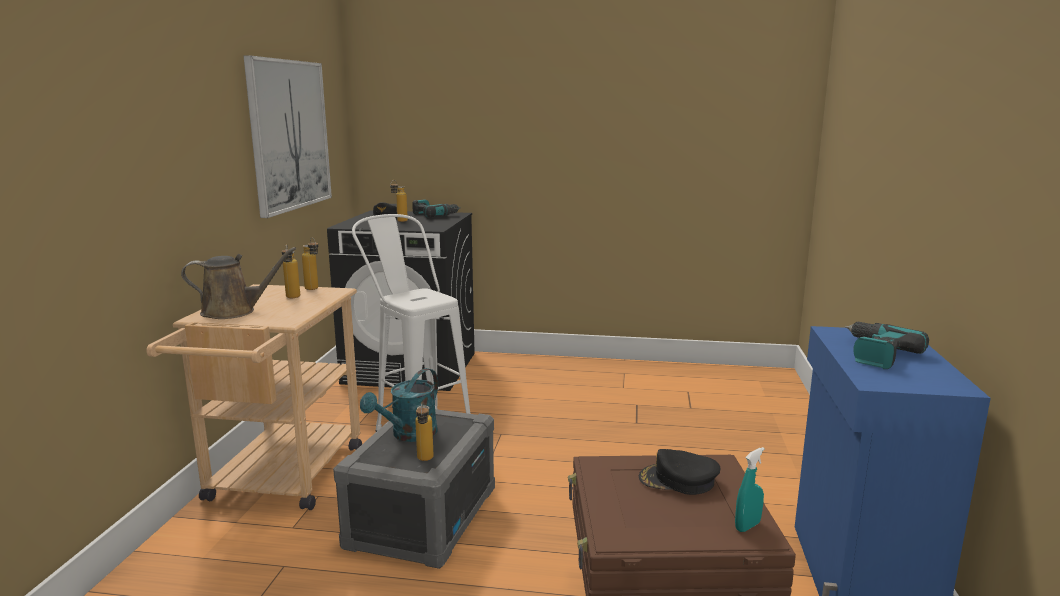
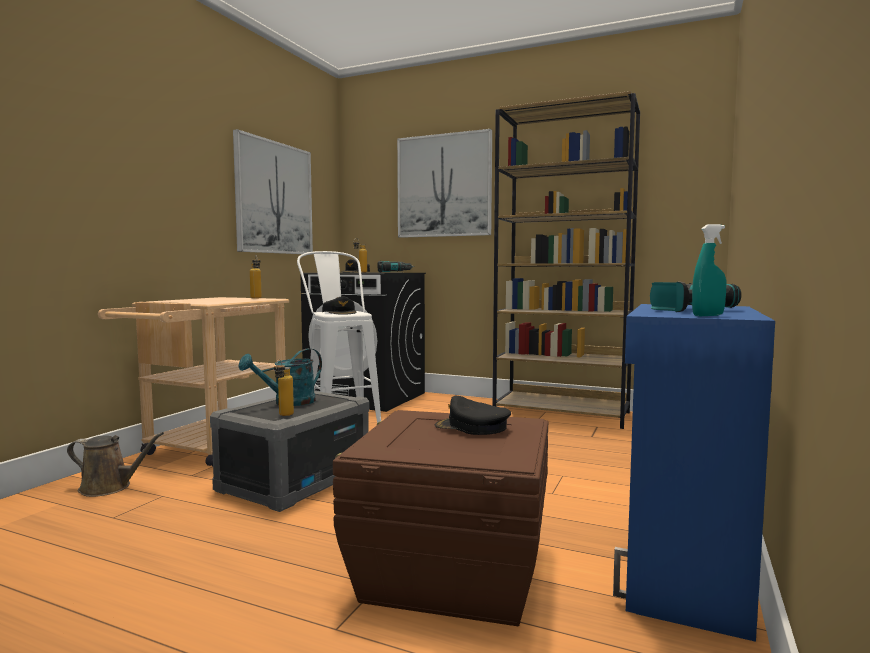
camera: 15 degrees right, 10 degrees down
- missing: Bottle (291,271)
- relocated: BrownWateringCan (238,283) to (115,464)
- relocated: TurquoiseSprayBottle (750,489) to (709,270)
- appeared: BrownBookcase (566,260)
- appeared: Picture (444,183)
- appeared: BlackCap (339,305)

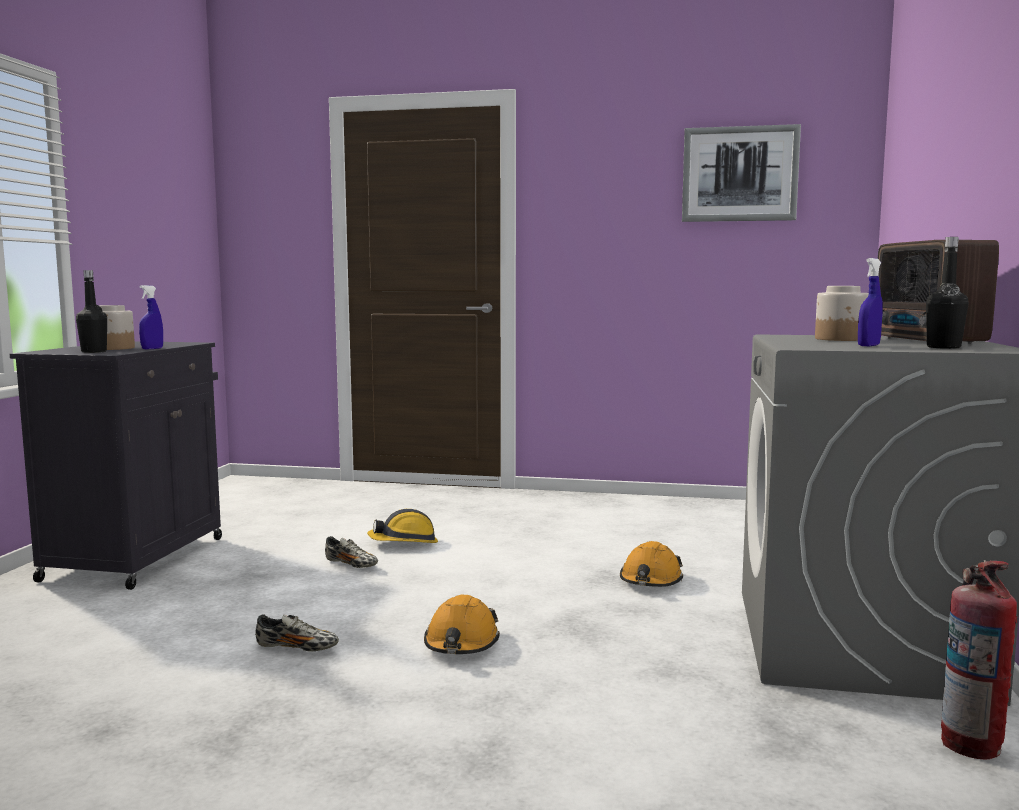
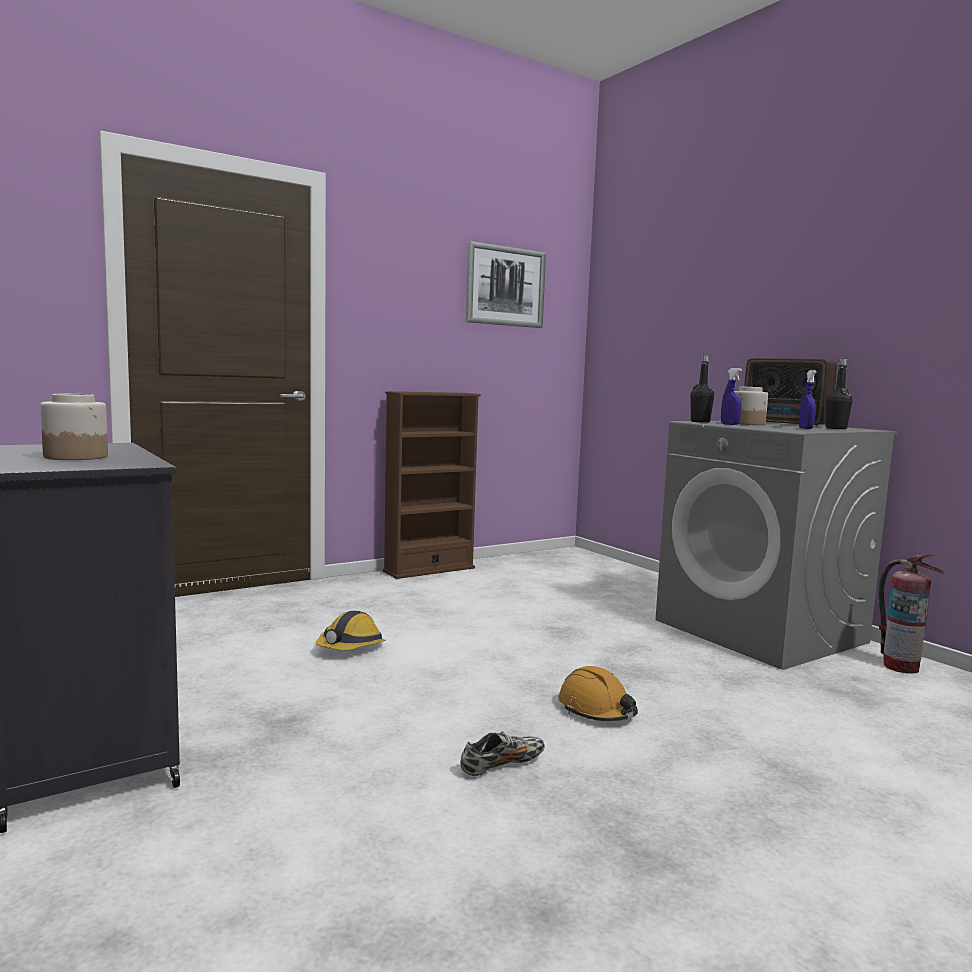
camera: 45 degrees left, 0 degrees up
- relocated: BlackBottle (91,311) to (702,389)
- relocated: BlueSprayBottle (151,317) to (731,396)
- missing: Shoe (351,552)
- missing: OrangeHardHat (651,564)
- appeared: BrownBookcase (432,485)

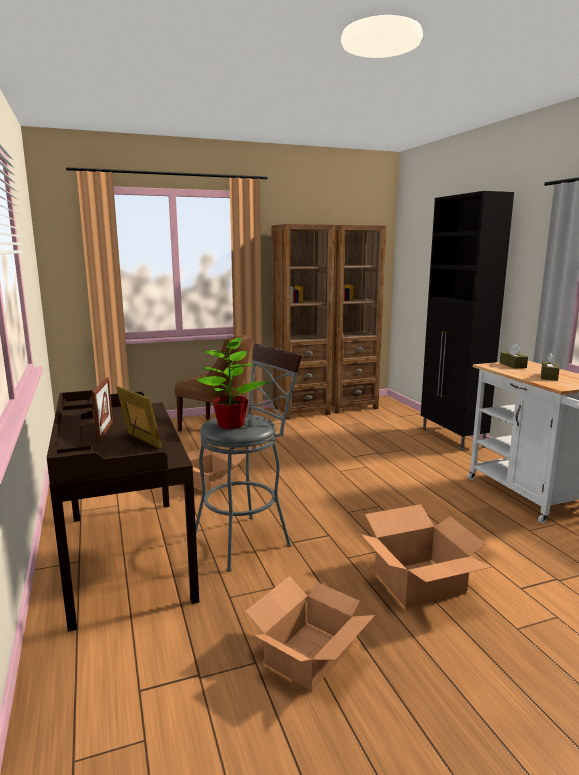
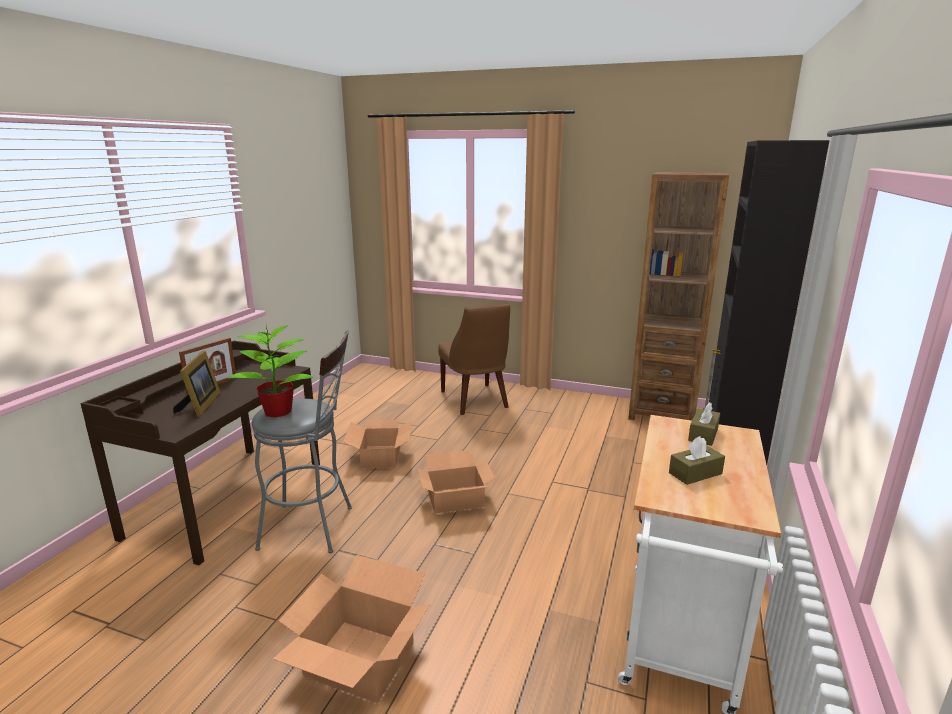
camera: 40 degrees right, 5 degrees up
- missing: BrownBookcase (303,322)
- relocated: CardboardBox (310,633) to (456,481)

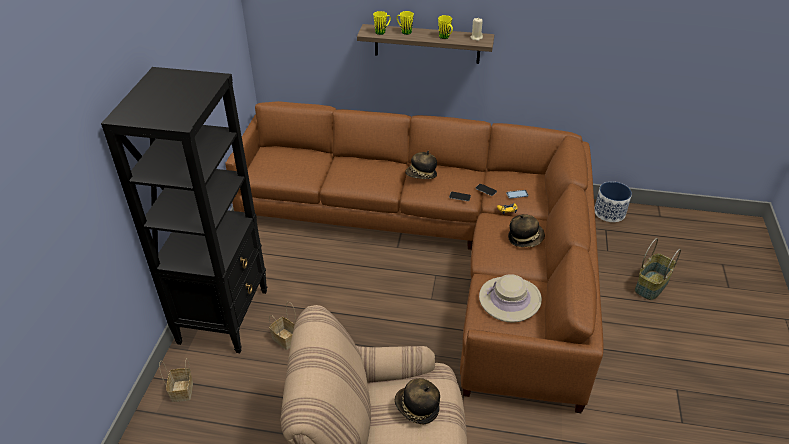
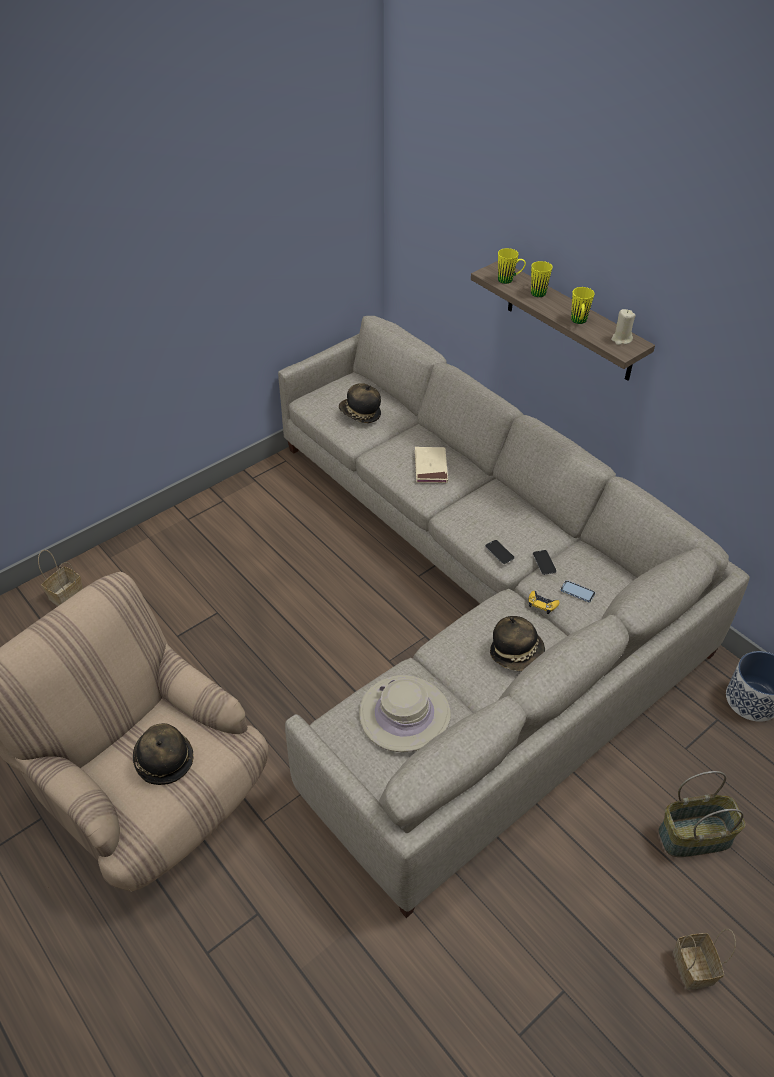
camera: 40 degrees right, 5 degrees up
- missing: BlackBookcase (184,210)
- colour: BrownSofa (414,257) to GreySofa (514,617)
- relocated: Hat (421,165) to (360,403)
- relocated: Basket (282,325) to (704,959)
- appeared: BeigeBook (431,465)

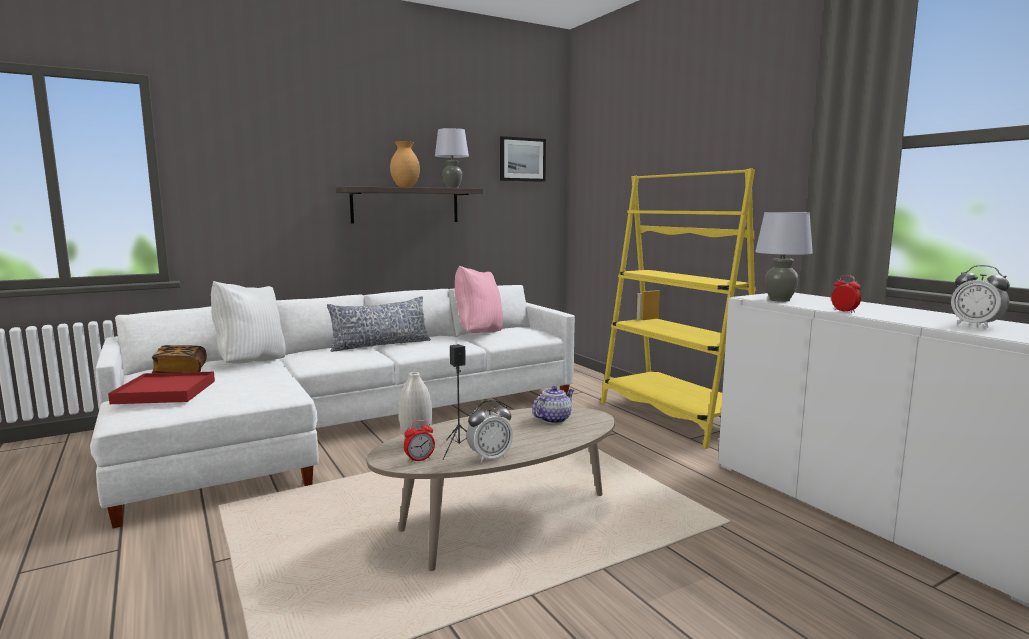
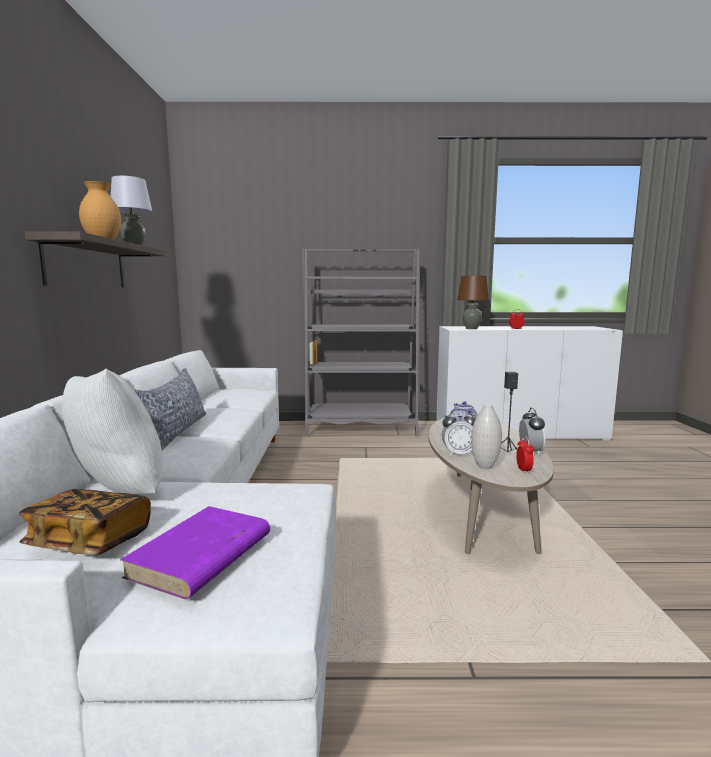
camera: 60 degrees left, 0 degrees up
- missing: Picture (523,159)
- colour: YellowBookcase (678,308) to GreyBookcase (360,342)
- colour: GreyTableLamp (784,257) to BrownTableLamp (473,302)
- relocated: AlarmClock (980,296) to (459,432)
- missing: PinkPillow (479,299)
- exchanged: RedTray (161,388) to PurpleBook (195,552)

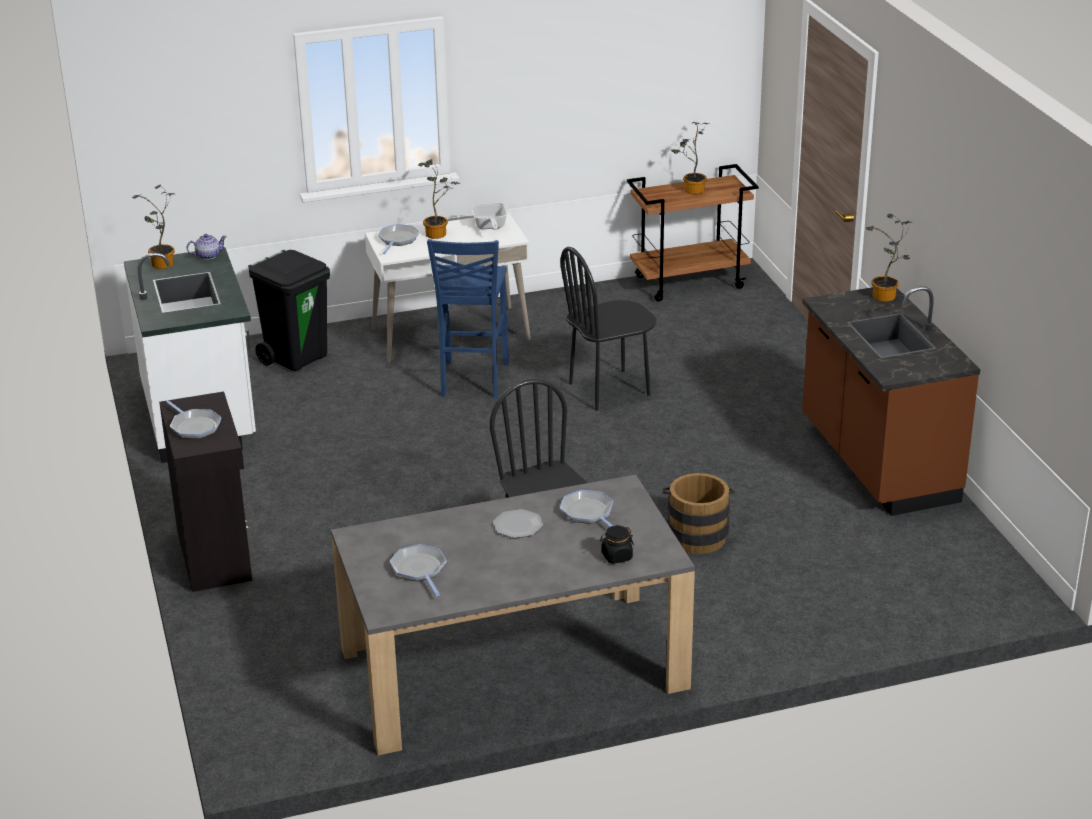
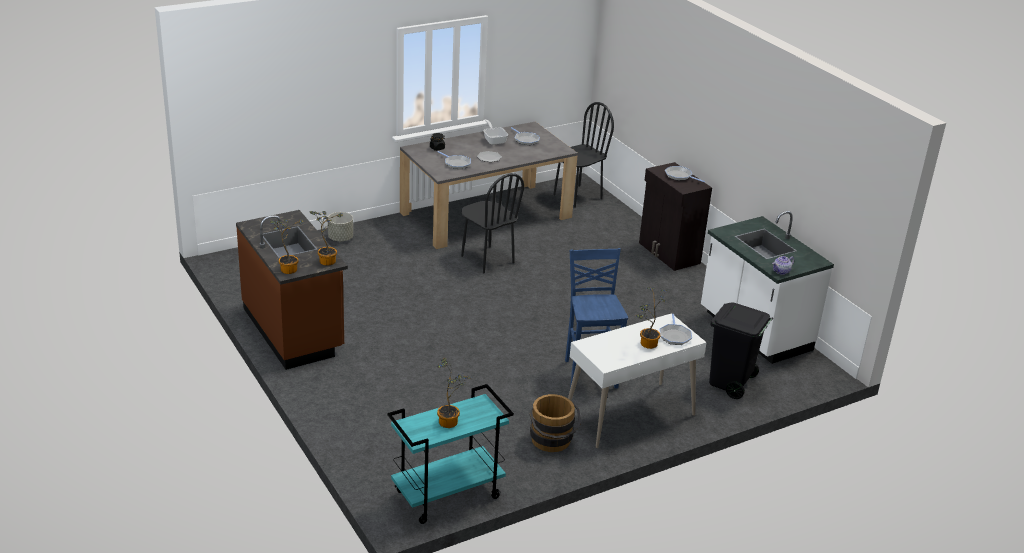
camera: 165 degrees right, 0 degrees up
- colour: BrownCart (692,233) to TurquoiseCart (450,454)
- relocated: PottedPlant (153,227) to (326,238)
- relocated: FryingPan (489,216) to (495,132)
- relocated: BlackChair (608,329) to (583,155)
- relocated: BrownBucket (699,513) to (555,423)
- appeared: GreyPlanter (340,226)

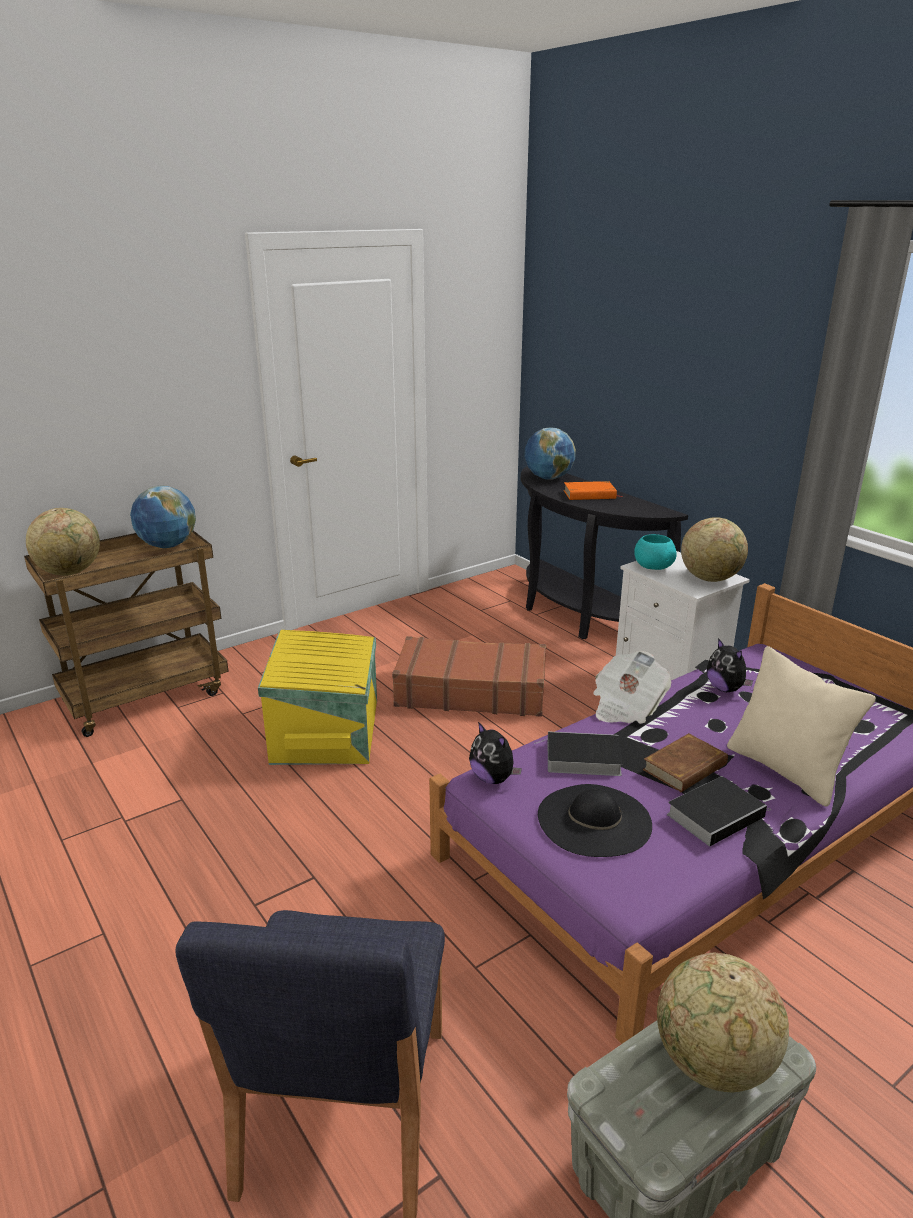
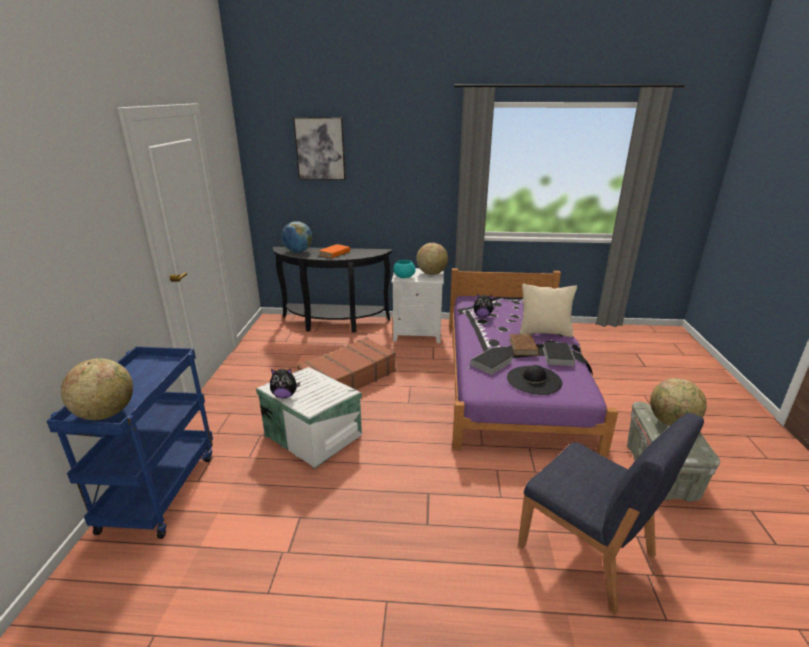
camera: 50 degrees left, 0 degrees up
- missing: Globe (163,517)
- colour: BrownCart (126,633) to BlueCart (130,443)
- colour: YellowStorageBox (317,697) to WhiteStorageBox (309,418)
- missing: Newspaper (632,687)
- relocated: PlushToy (495,753) to (285,384)
- appeared: Picture (319,148)

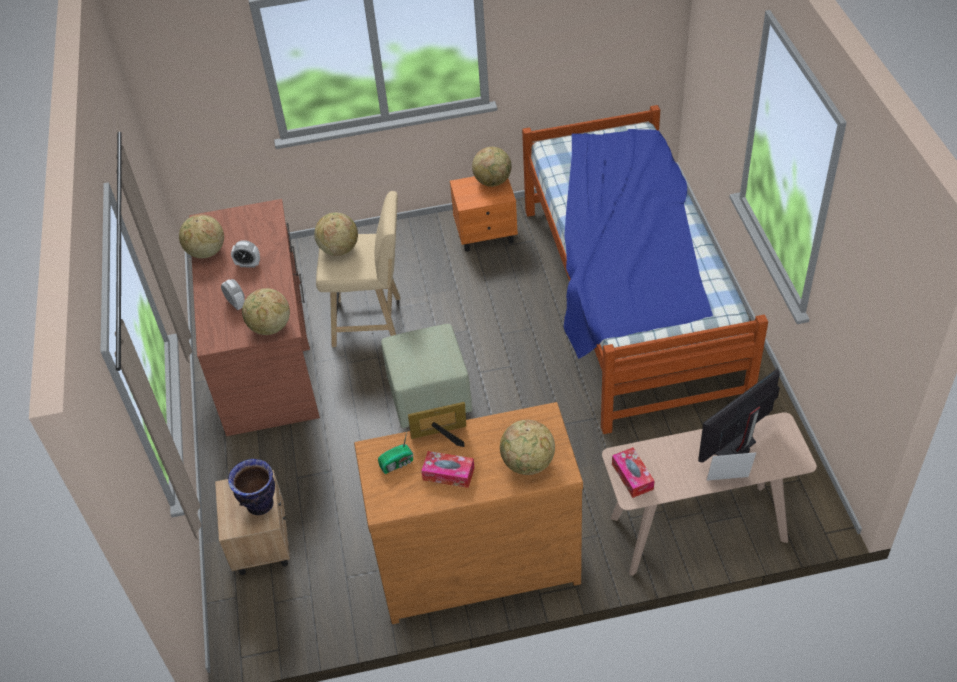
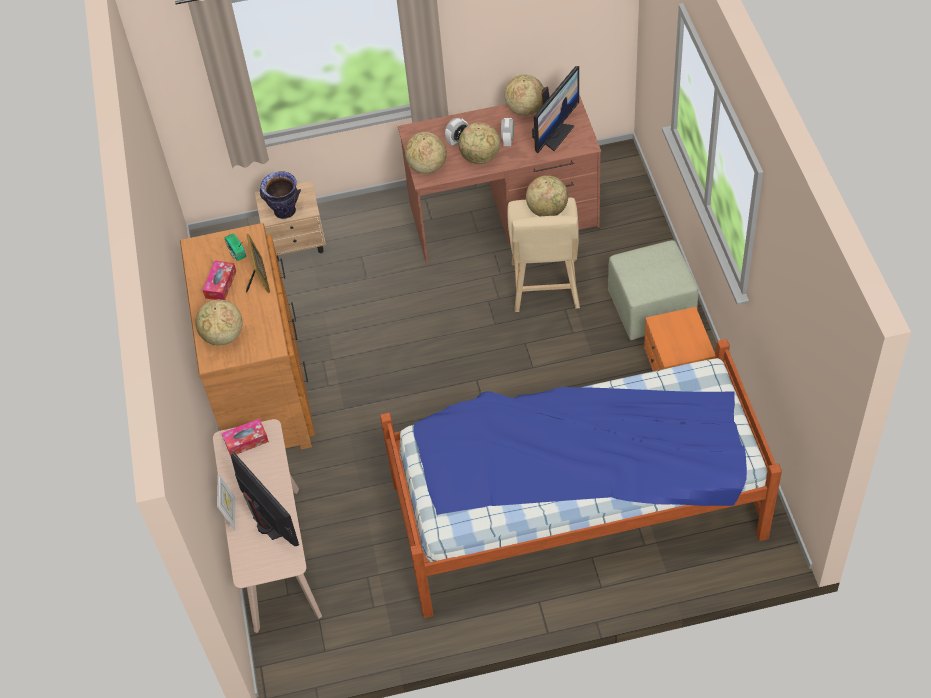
camera: 90 degrees right, 5 degrees up
- relocated: Globe (492,167) to (479,143)
- relocated: GreenOttoman (426,376) to (653,290)
- appeared: Monitor (555,109)

